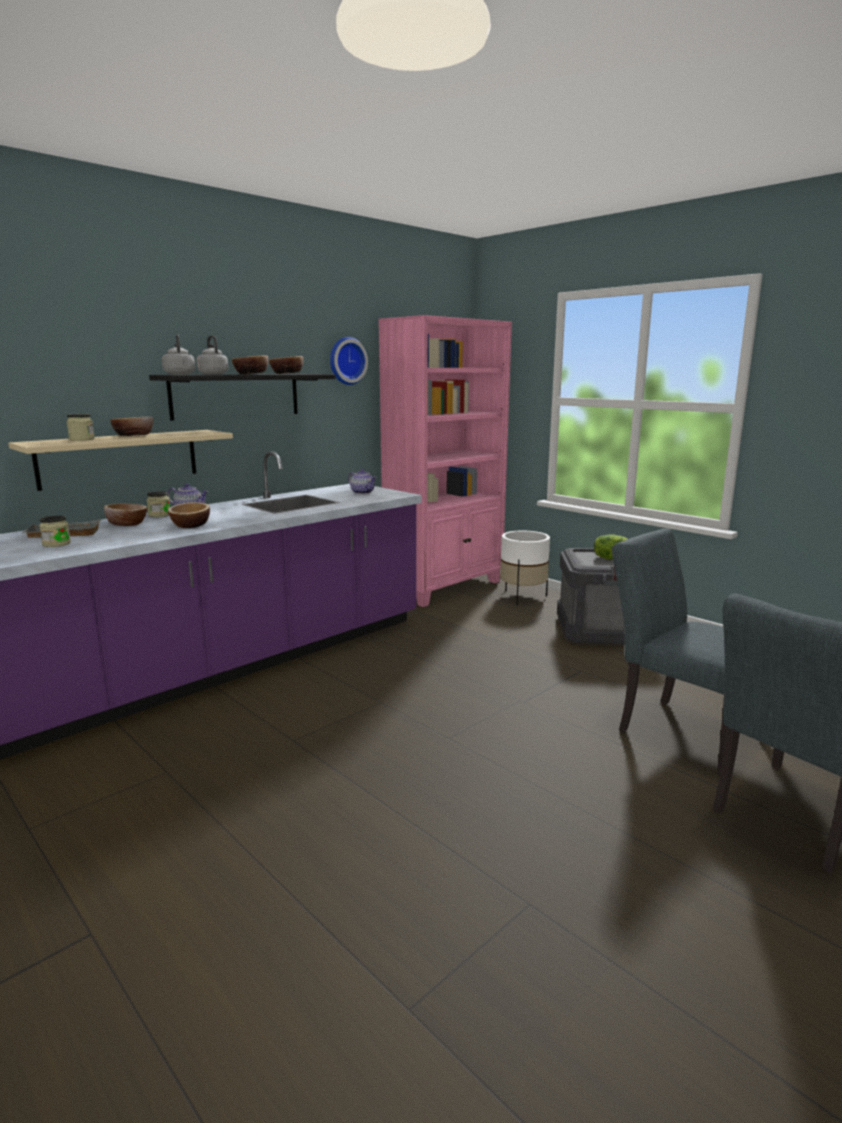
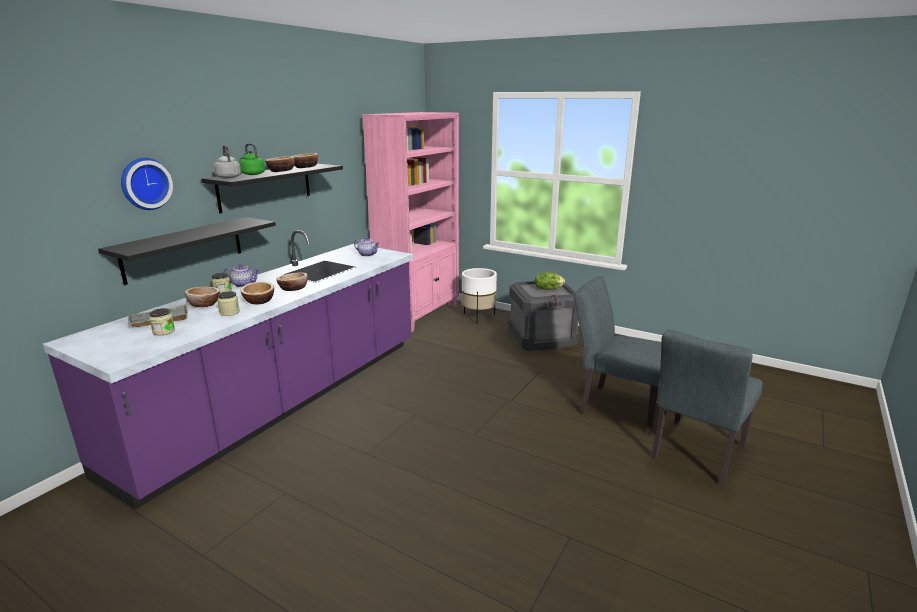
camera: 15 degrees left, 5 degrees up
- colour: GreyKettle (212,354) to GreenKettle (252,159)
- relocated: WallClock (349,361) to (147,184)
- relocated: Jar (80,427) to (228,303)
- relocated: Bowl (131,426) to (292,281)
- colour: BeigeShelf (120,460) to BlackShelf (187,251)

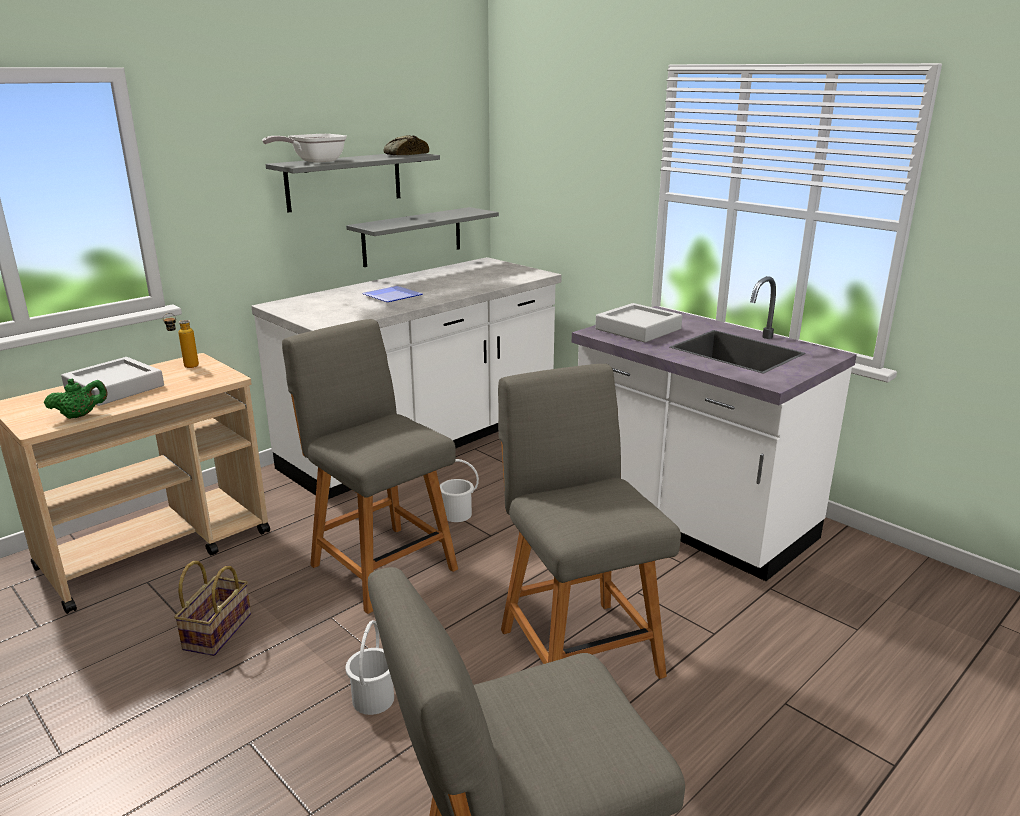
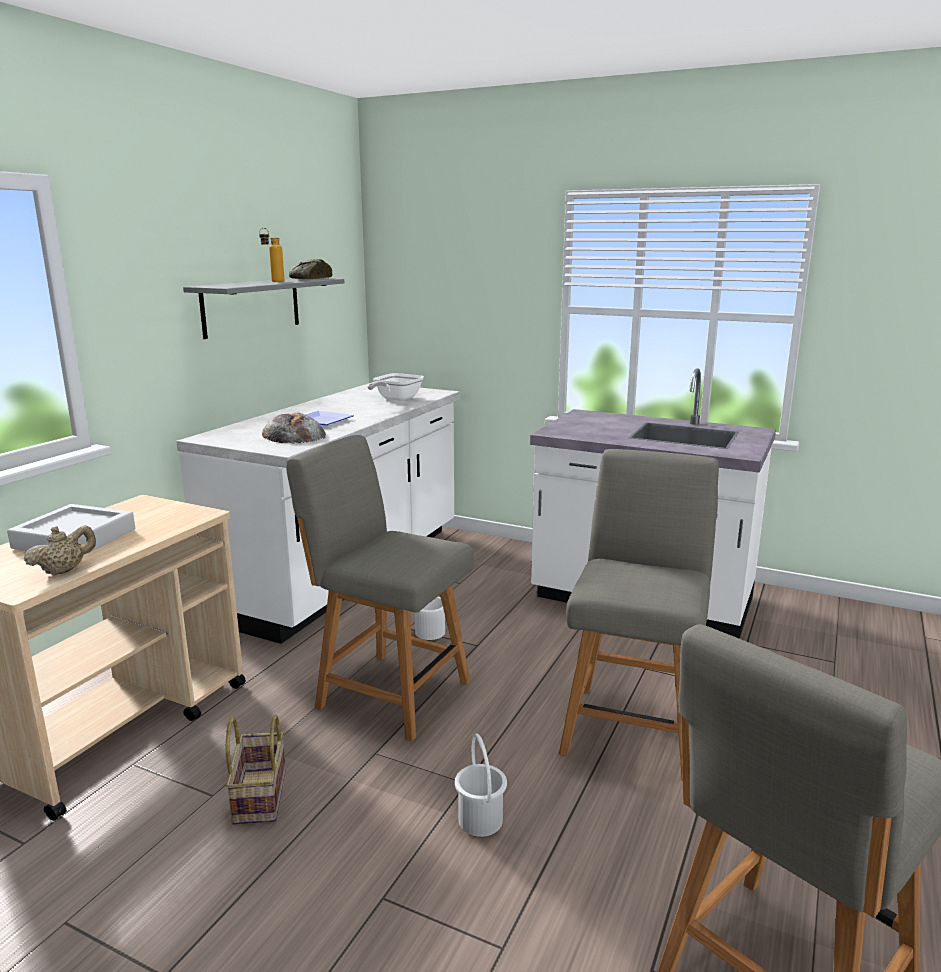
camera: 20 degrees left, 5 degrees down
- relocated: FryingPan (304,148) to (395,387)
- missing: GreyShelf (422,237)
- missing: GreyTray (638,322)
- relocated: Bottle (181,340) to (271,255)
- spun: GreyChair (589,521) = (639,614) 60 degrees clockwise
- colour: GreenTeapot (76,398) to BeigeTeapot (60,550)
- appeared: Bread (294,428)

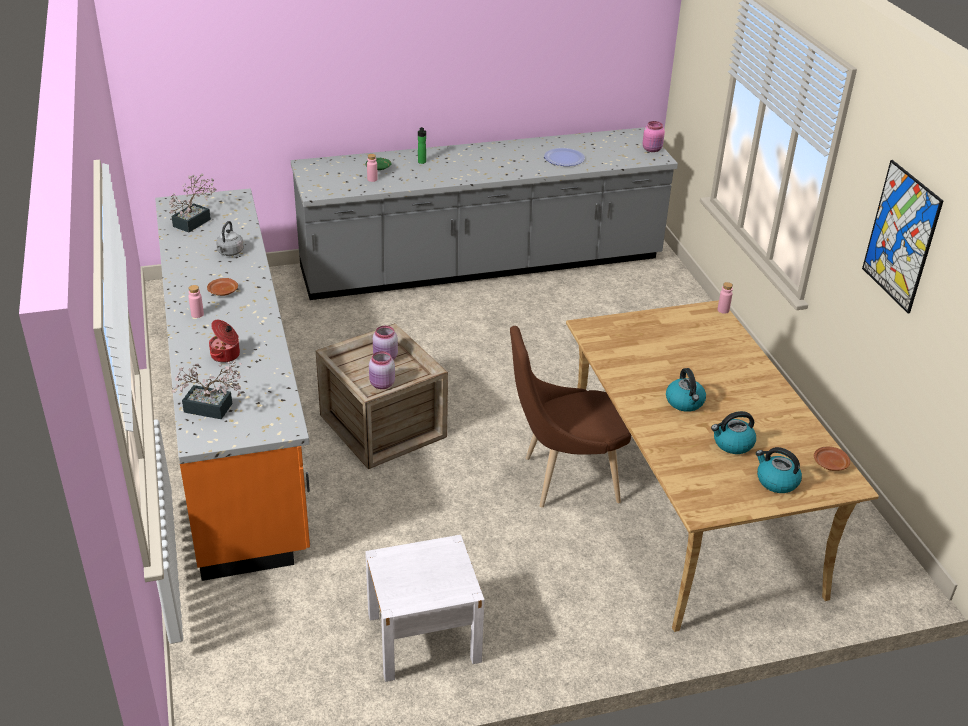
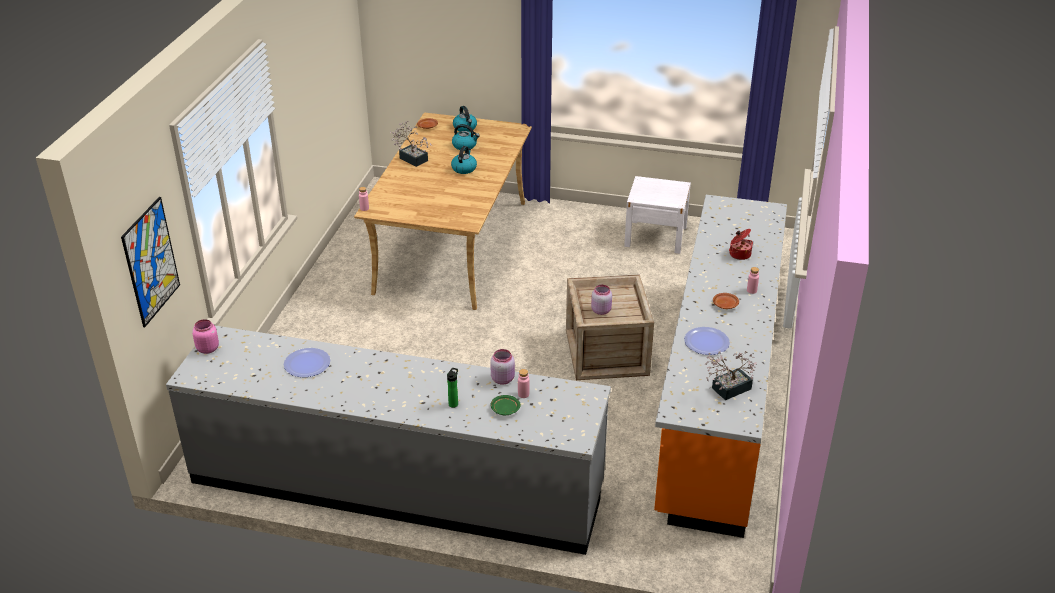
camera: 150 degrees left, 0 degrees up
- relocated: Picture (902,236) to (150,262)
- exchanged: GreyKettle (230,238) to Plate (707,341)
- missing: BrownChair (570,416)
- relocated: PinkJar (382,370) to (502,366)
- relocated: PottedPlant (206,389) to (411,144)

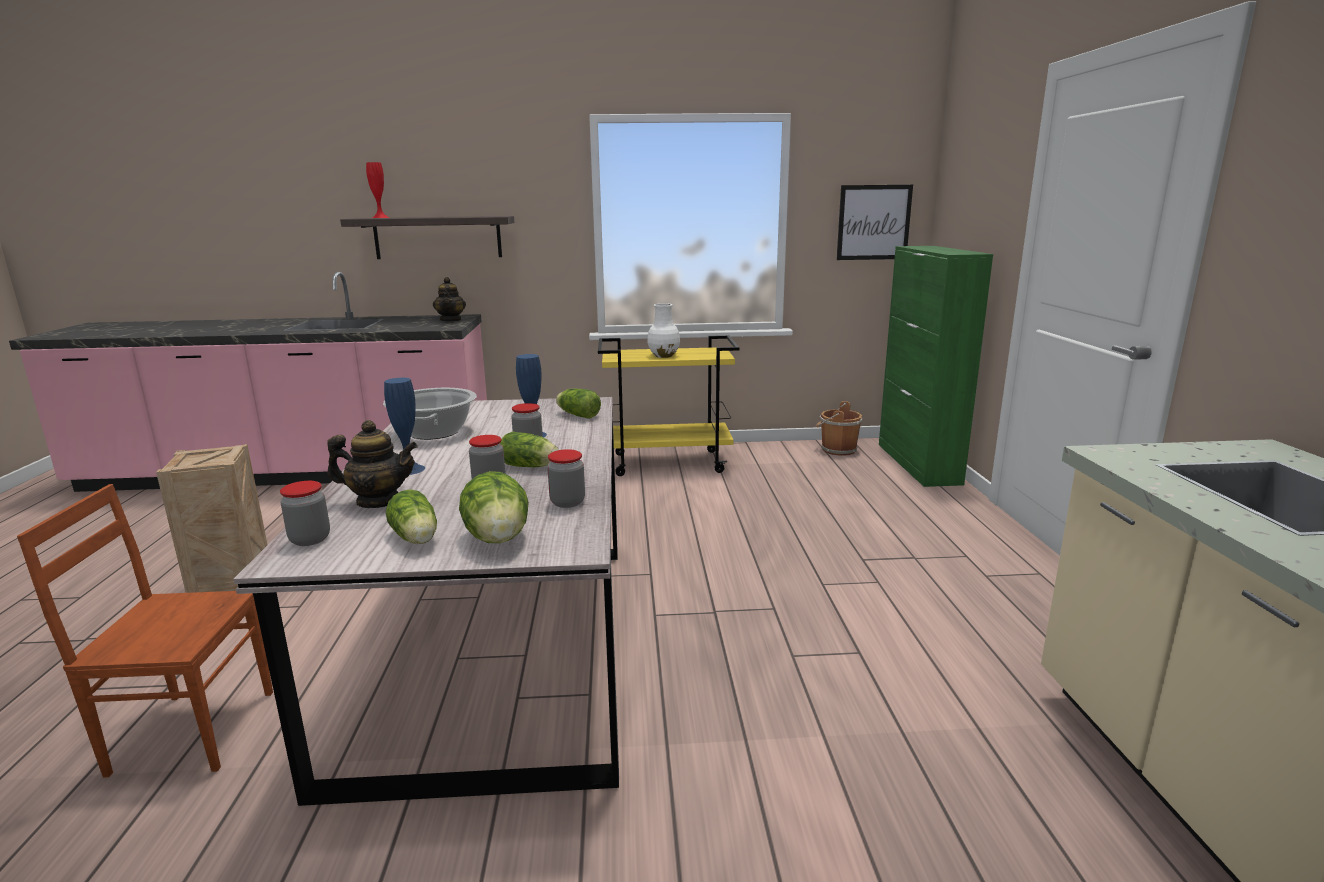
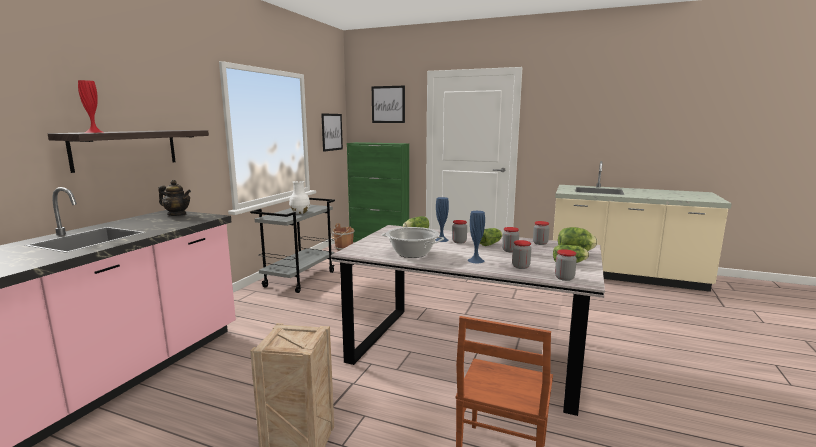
camera: 65 degrees left, 5 degrees down
- colour: YellowCart (668,405) to GreyCart (292,245)
- exchanged: Teapot (372,464) to Jar (521,254)
- appeared: Picture (388,104)

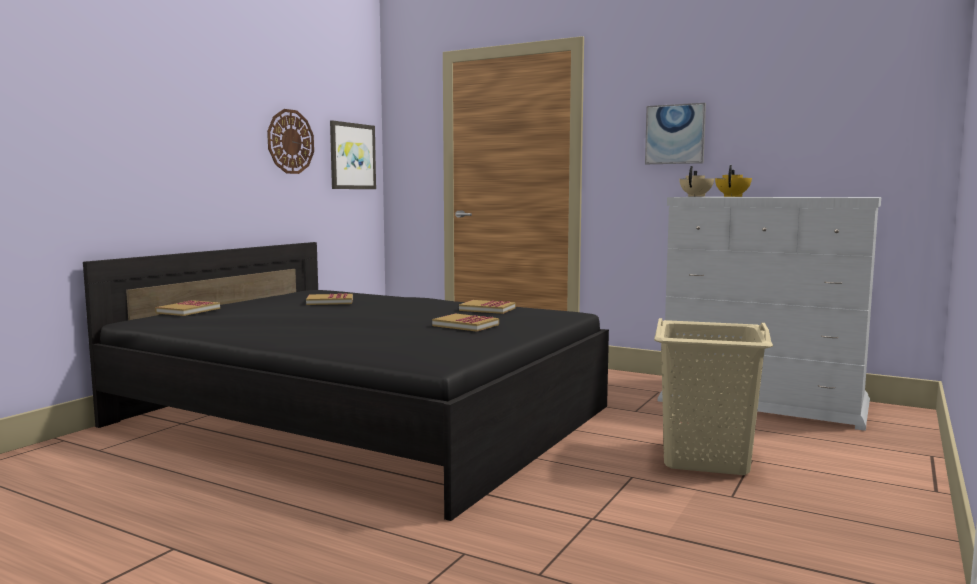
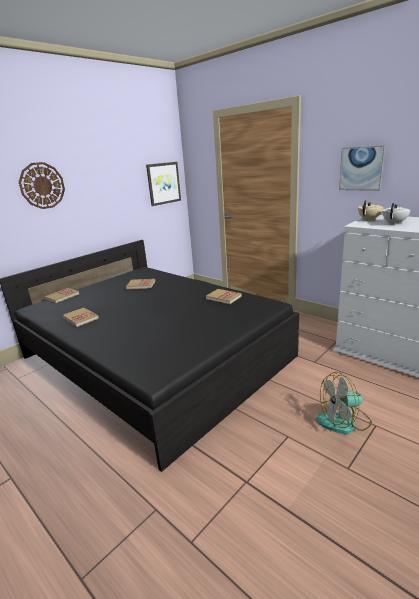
camera: 15 degrees right, 15 degrees up
- relocated: WallClock (290,141) to (42,185)
- colour: YellowTeapot (733,181) to WhiteTeapot (396,213)
- relocated: Book (465,323) to (81,317)
- exchanged: BeigeLaundryBasket (713,396) to Fan (344,403)

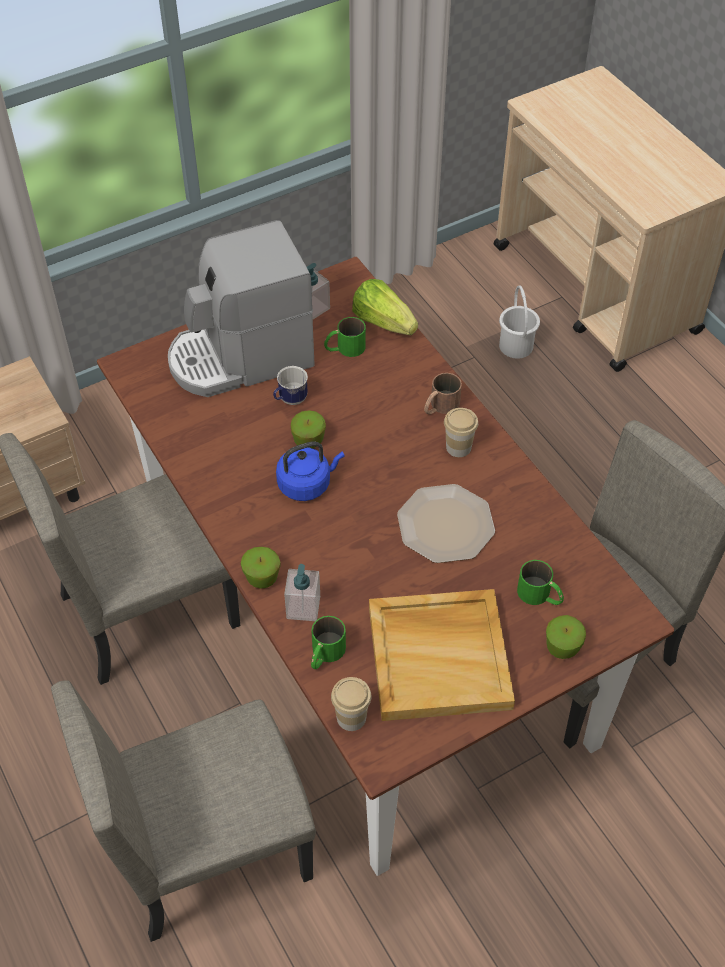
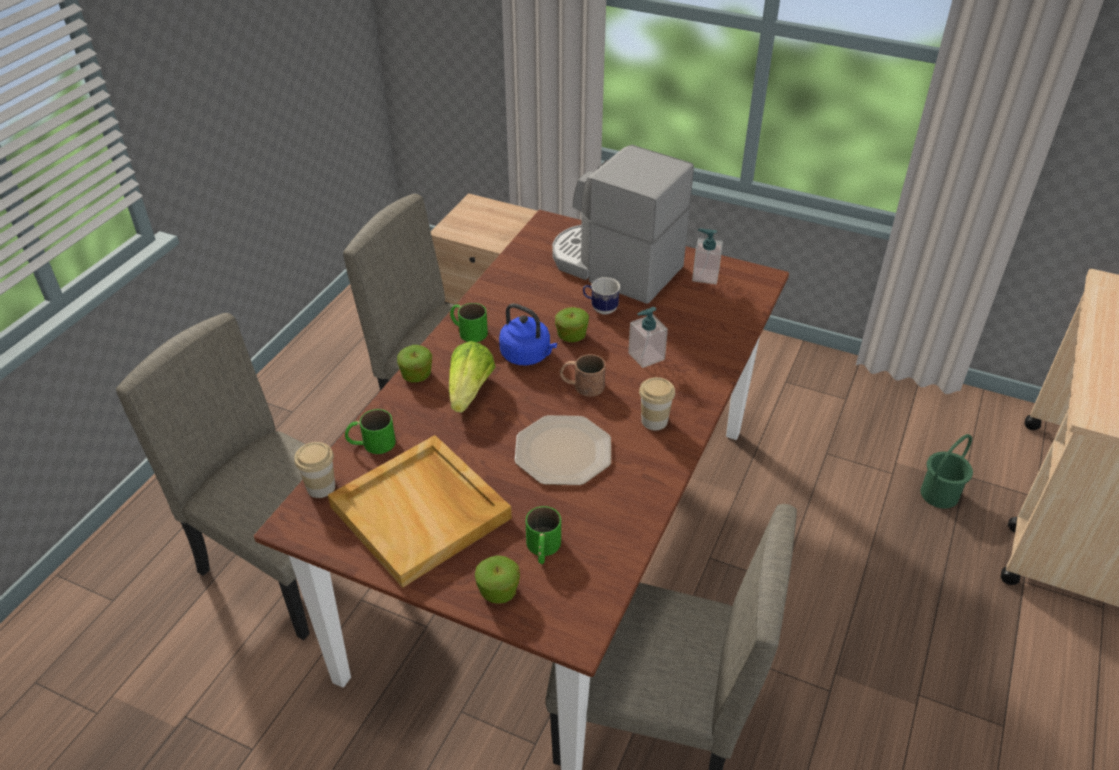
camera: 55 degrees right, 10 degrees down
- relocated: Lettuce (385,307) to (472,376)
- colour: WhiteBucket (519,321) to GreenBucket (946,471)
- relocated: GreenMug (345,337) to (469,322)
- relocated: BrownMug (443,393) to (583,375)
- relocated: SoapDispenser (302,592) to (648,337)

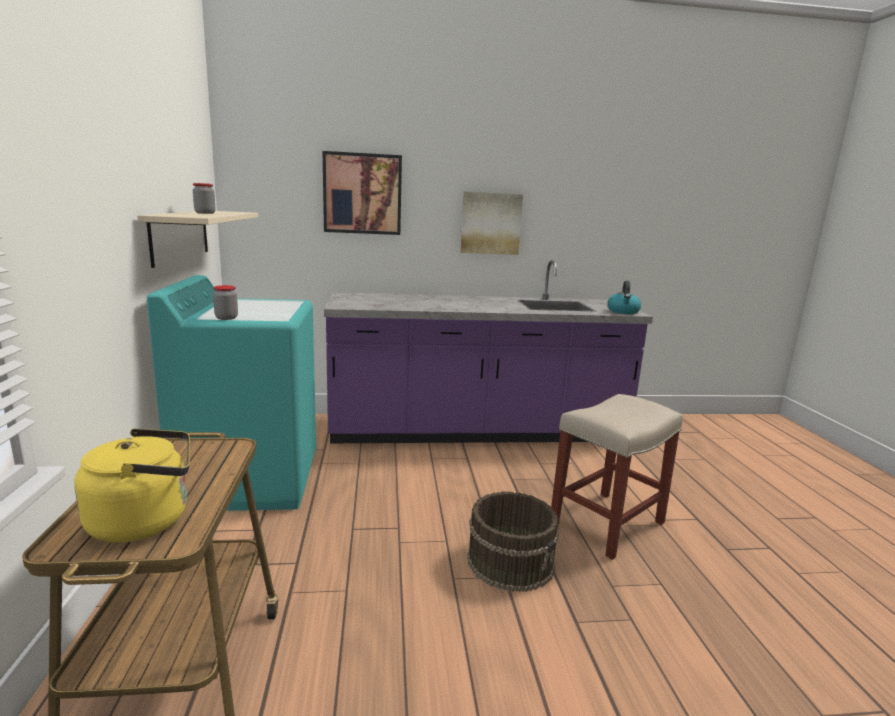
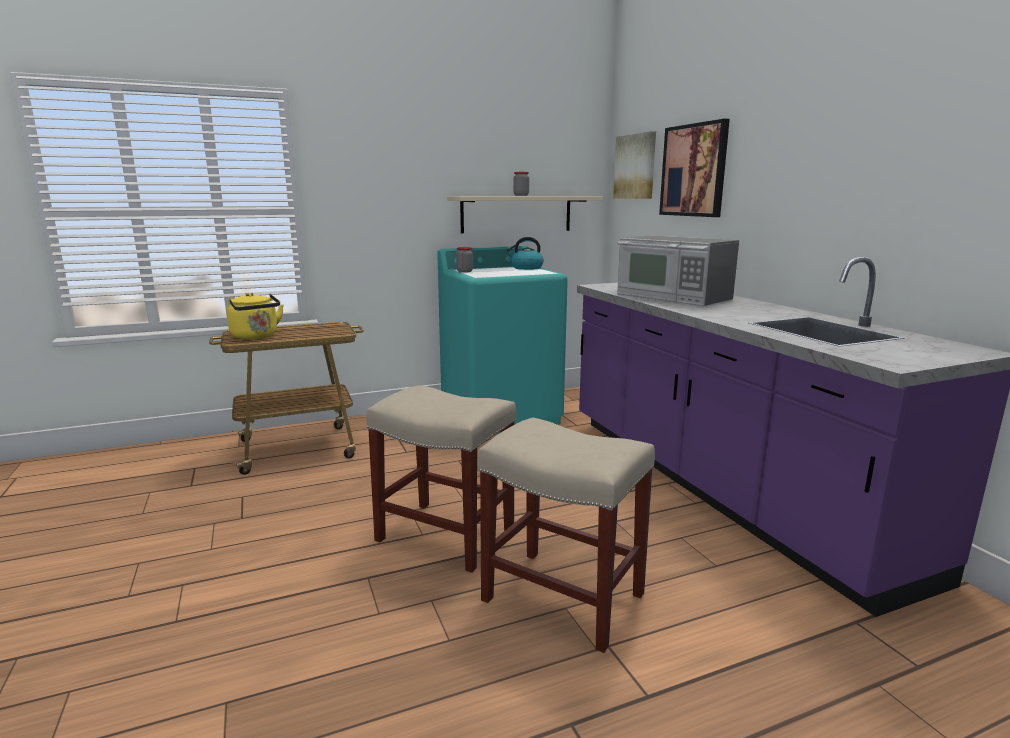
camera: 75 degrees right, 0 degrees up
- relocated: Picture (492,223) to (634,165)
- relocated: Kettle (624,297) to (525,253)
- exchanged: BrownBucket (513,541) to BeigeStool (441,479)
- appeared: Microwave (678,270)

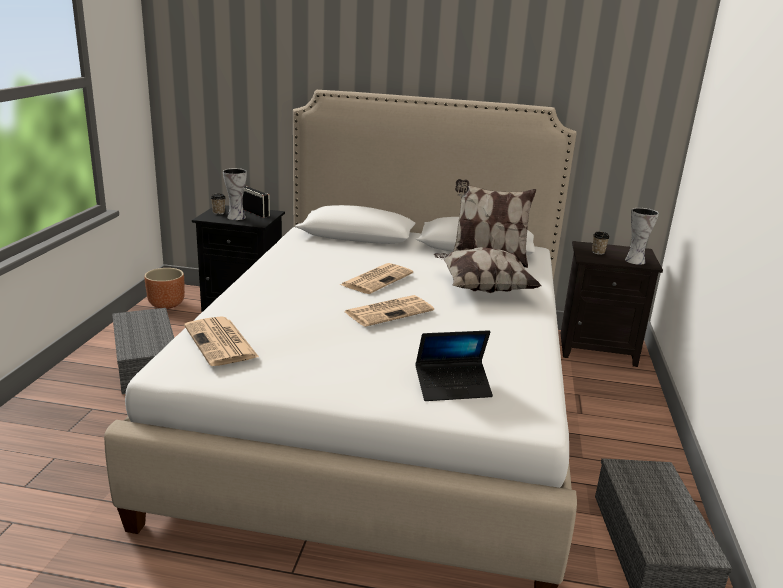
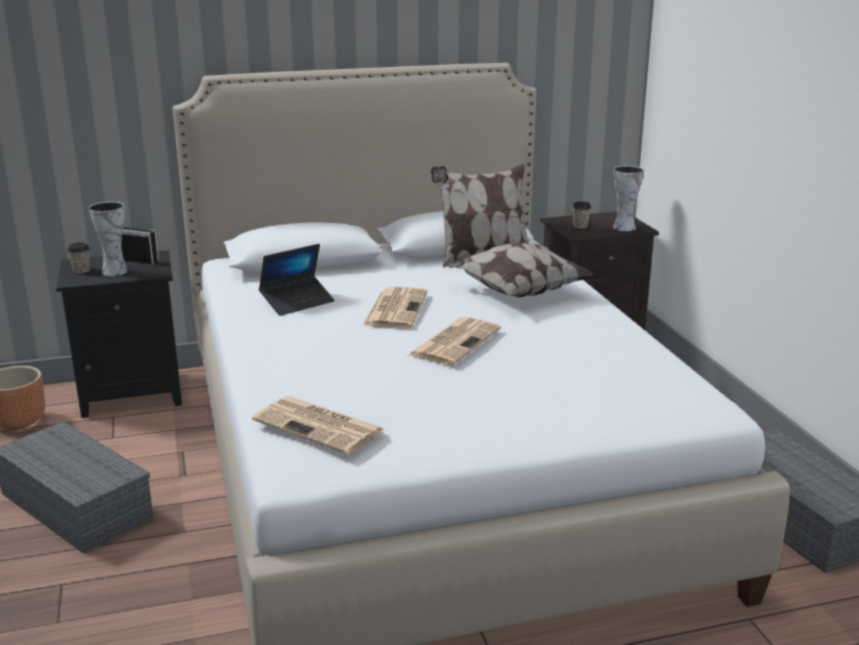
camera: 25 degrees left, 0 degrees up
- relocated: Laptop (454,365) to (296,280)

